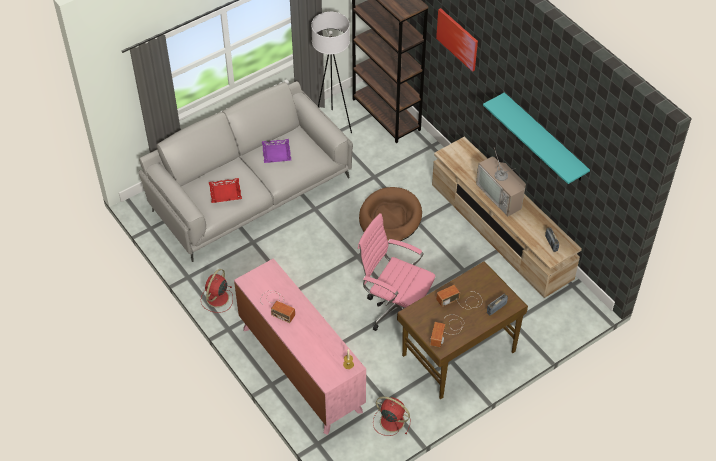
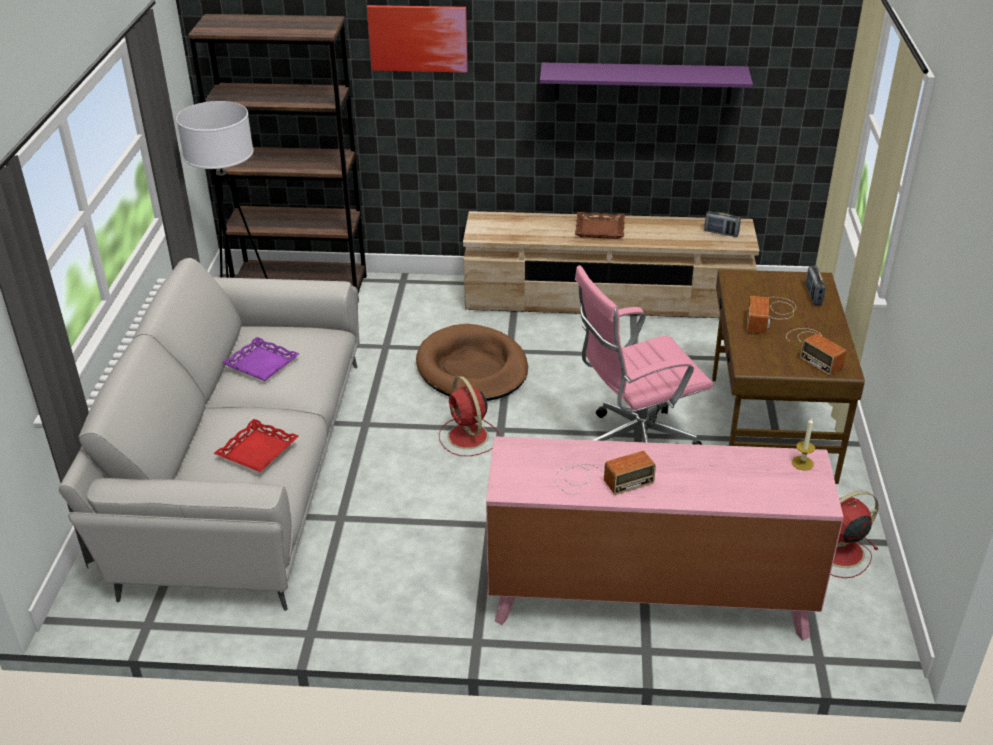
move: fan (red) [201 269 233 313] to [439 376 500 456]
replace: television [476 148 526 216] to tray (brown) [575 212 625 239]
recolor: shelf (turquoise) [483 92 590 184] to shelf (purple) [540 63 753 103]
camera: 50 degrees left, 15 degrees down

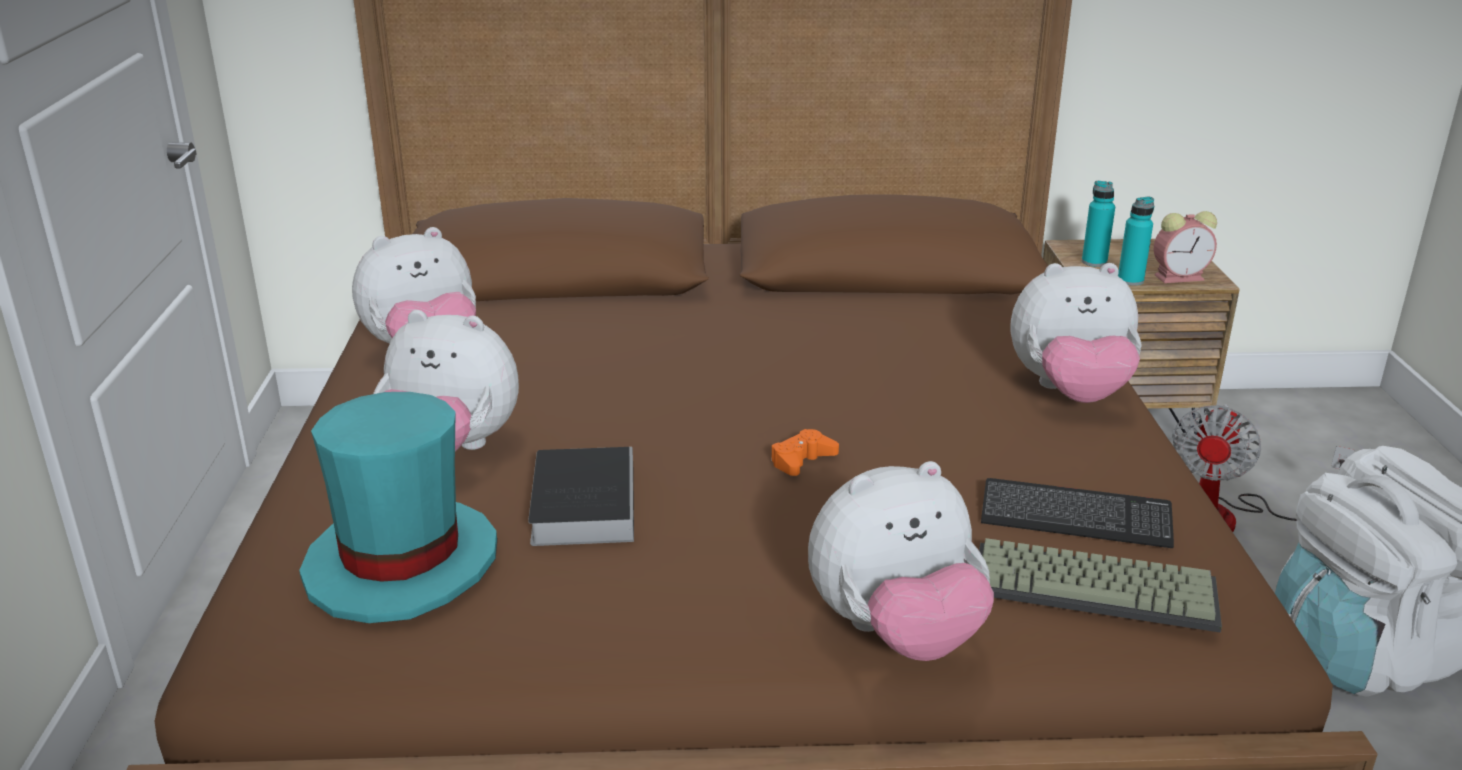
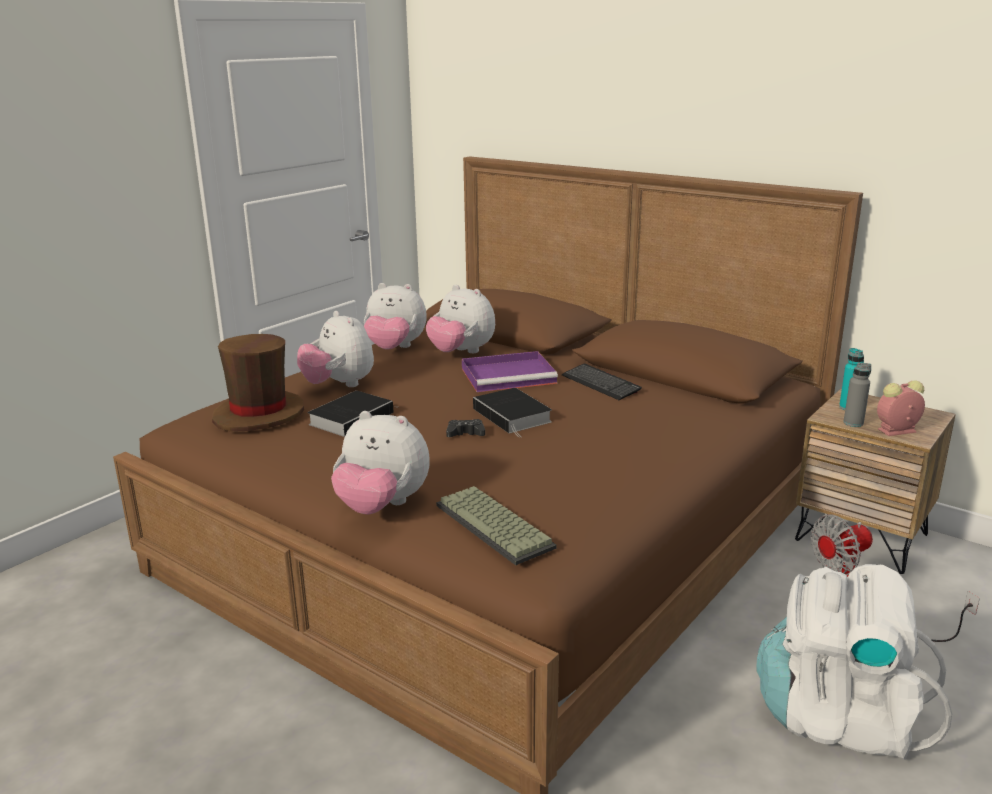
insert: tray (purple) [462 351 558 392]; book [473 388 552 438]
move: plush toy [1010 263 1142 403] to [426 285 495 353]; keyboard [981 478 1174 548] to [562 364 642 400]
recolor: bottle (turquoise) [1118 197 1154 286] to bottle (grey) [843 362 871 427]; hat (turquoise) [299 392 498 624] to hat (brown) [212 334 304 432]; game controller (orange) [771 429 839 476] to game controller (black) [446 419 485 437]
rotate: alarm clock [1154 211 1217 283] = [877 380 925 436] 135 degrees clockwise
camera: 40 degrees right, 5 degrees down

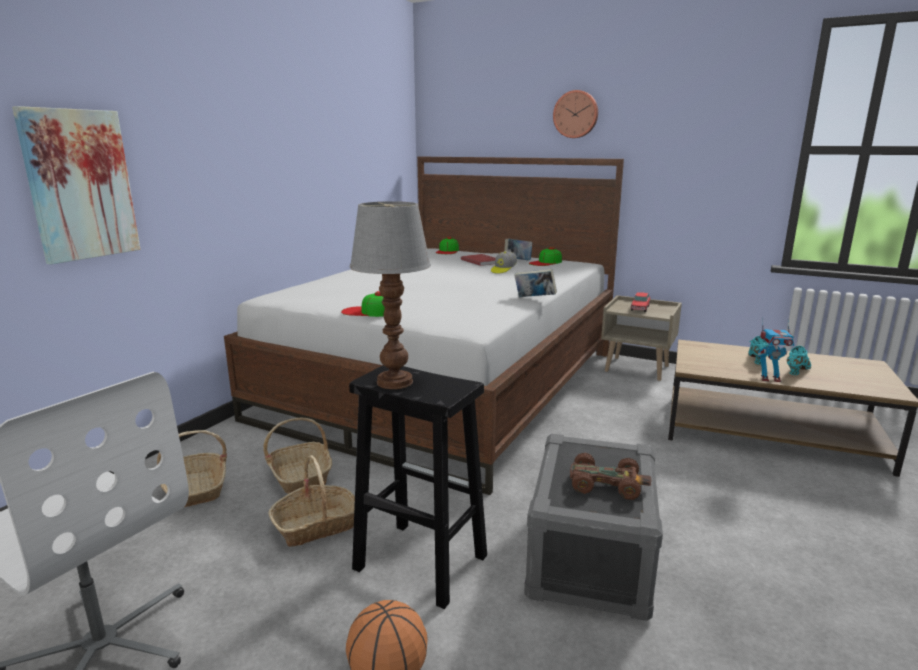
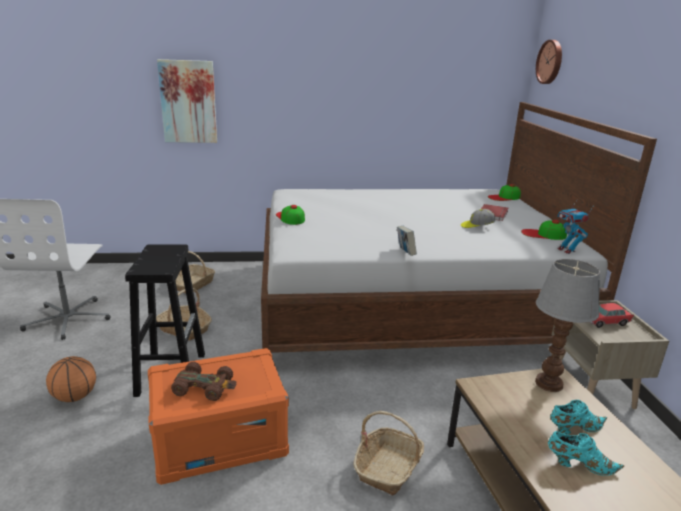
delete: book [504 238 532 260]
move: wall clock [553 90 598 138] to [536 40 562 84]; table lamp [350 201 431 389] to [535 259 600 392]; toy robot [758 318 794 382] to [557 199 594 254]; basket [263 418 332 494] to [354 411 424 495]
recolor: storage box (grey) [524 434 663 621] to storage box (orange) [148 348 289 485]
rotate: toy car (brown) [570 453 652 500] = [171 362 237 401] 60 degrees counterclockwise
camera: 55 degrees right, 5 degrees up

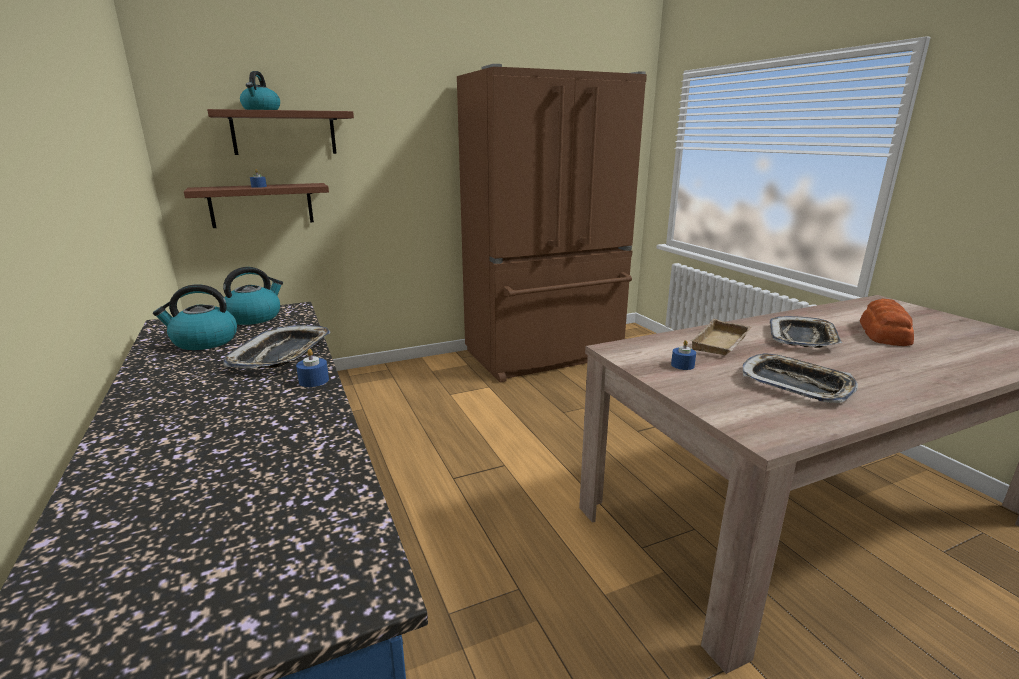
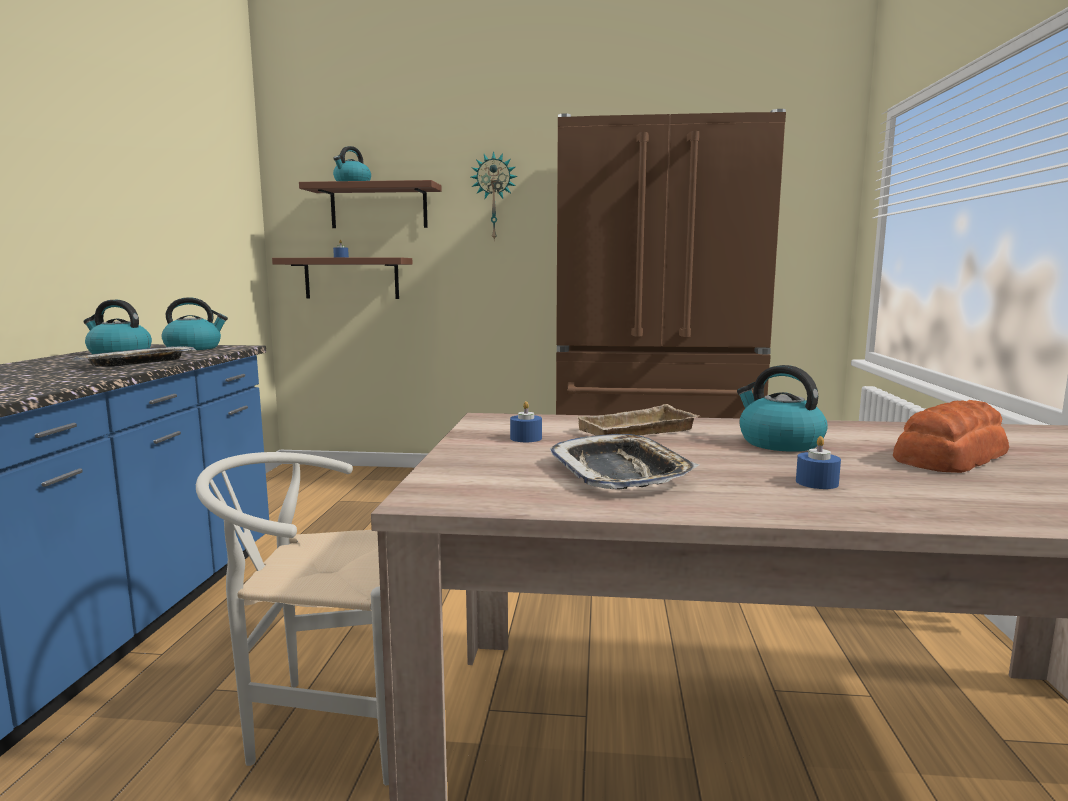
insert: wall clock [471 151 518 241]; chair (white) [196 452 389 785]
move: candle (blue) [296 349 329 387] to [796 436 841 489]
replace: tray [770 316 842 348] to kettle [737 365 828 452]
camera: 30 degrees right, 10 degrees down

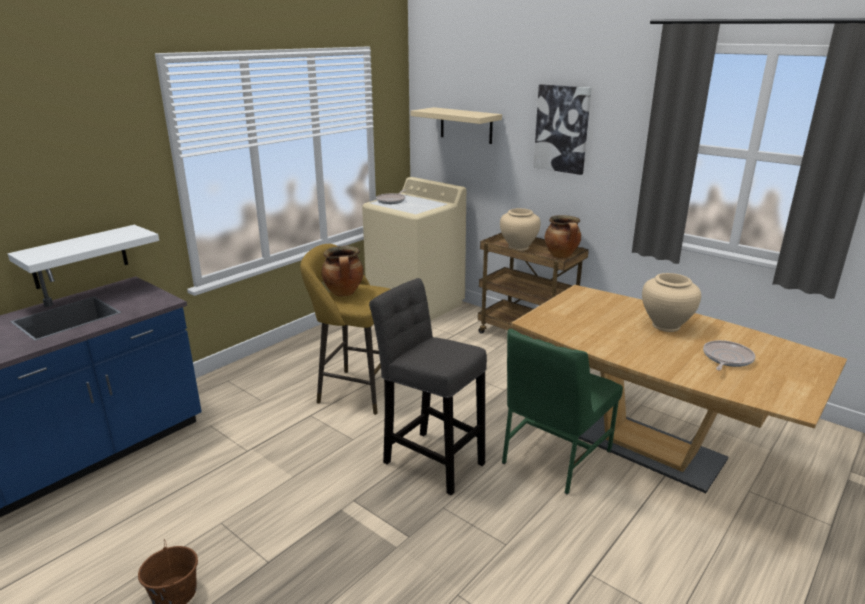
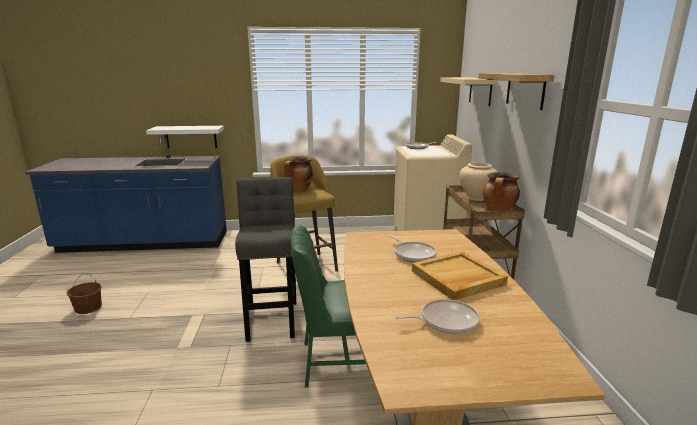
insert: frying pan [389 235 437 262]
replace: picture [533 84 591 175] to shelf [478 73 554 110]; vase (beige) [642 273 701 332] to tray (beige) [412 251 508 300]
camera: 45 degrees right, 5 degrees down

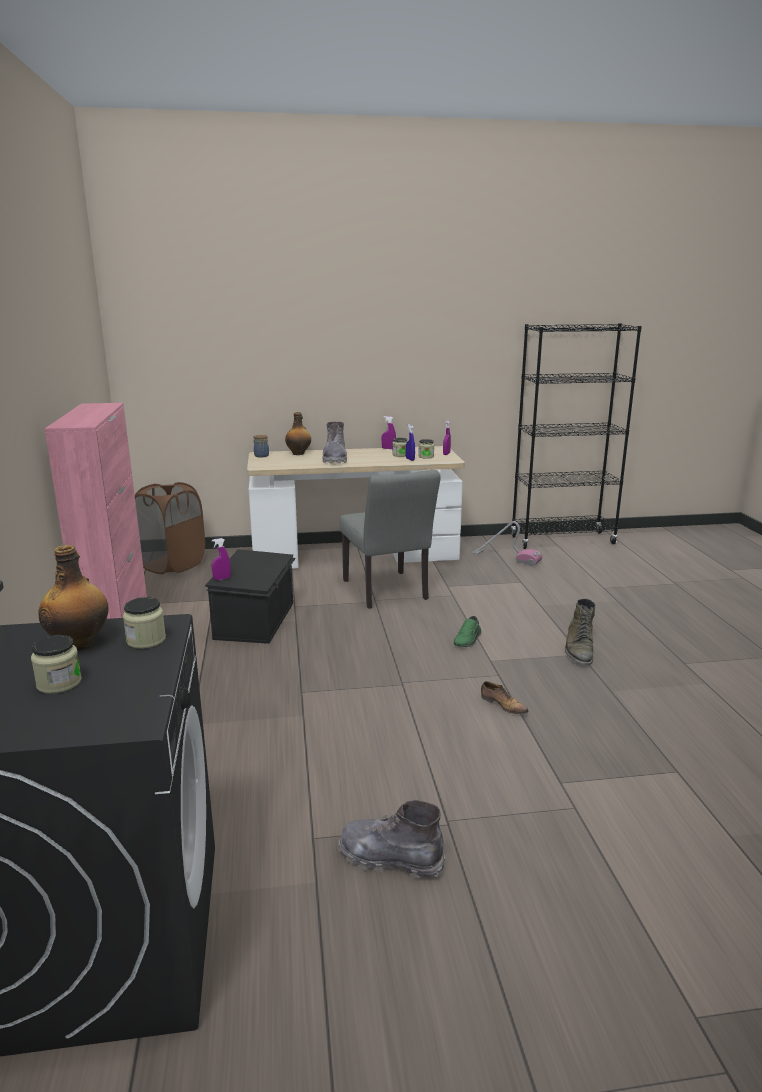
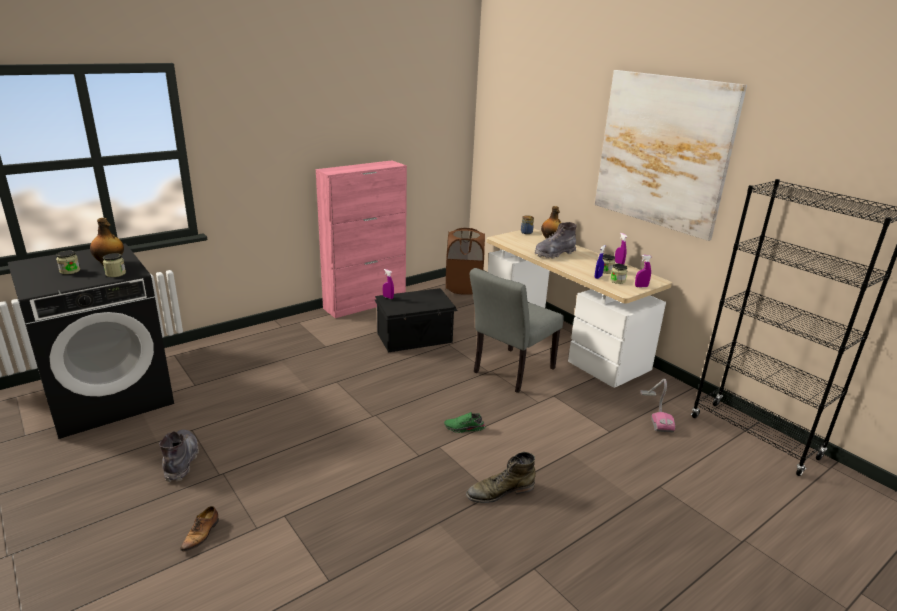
insert: picture [595 70 747 241]
move: shoe [481 681 528 714] to [180 506 219 551]
camera: 60 degrees right, 5 degrees up

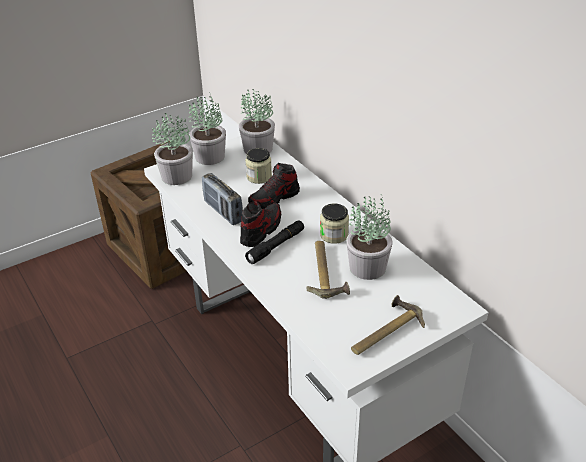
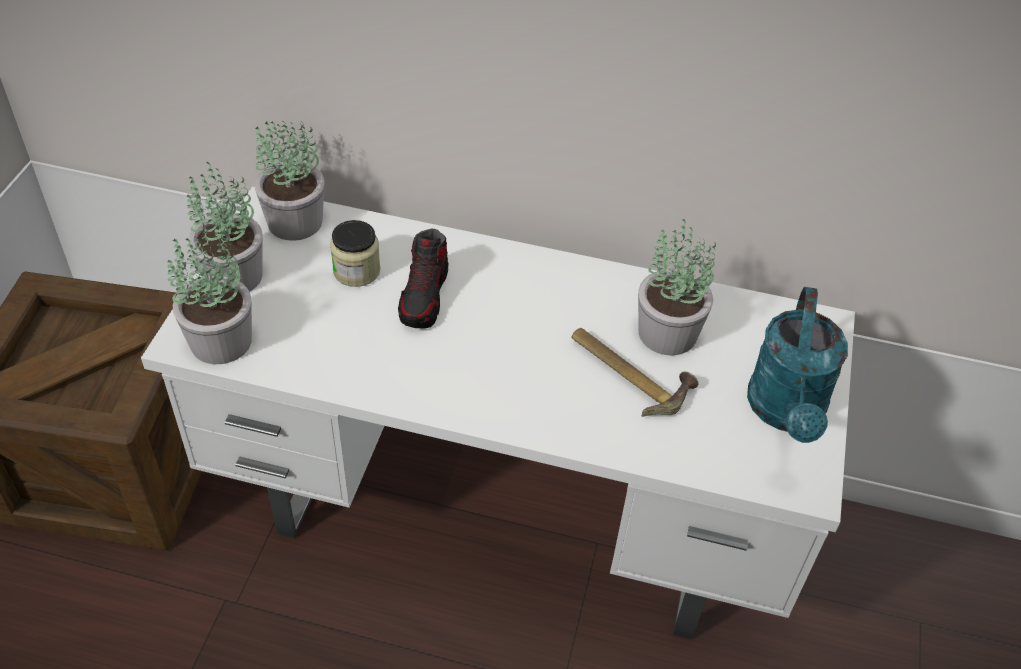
delete: radio [202 173 243 225]; shoe [240 201 281 247]; jar [320 204 349 244]; flashlight (black) [245 220 304 264]
replace: hammer [351 295 425 355] to watering can (turquoise) [747 287 848 443]
camera: 45 degrees left, 10 degrees up

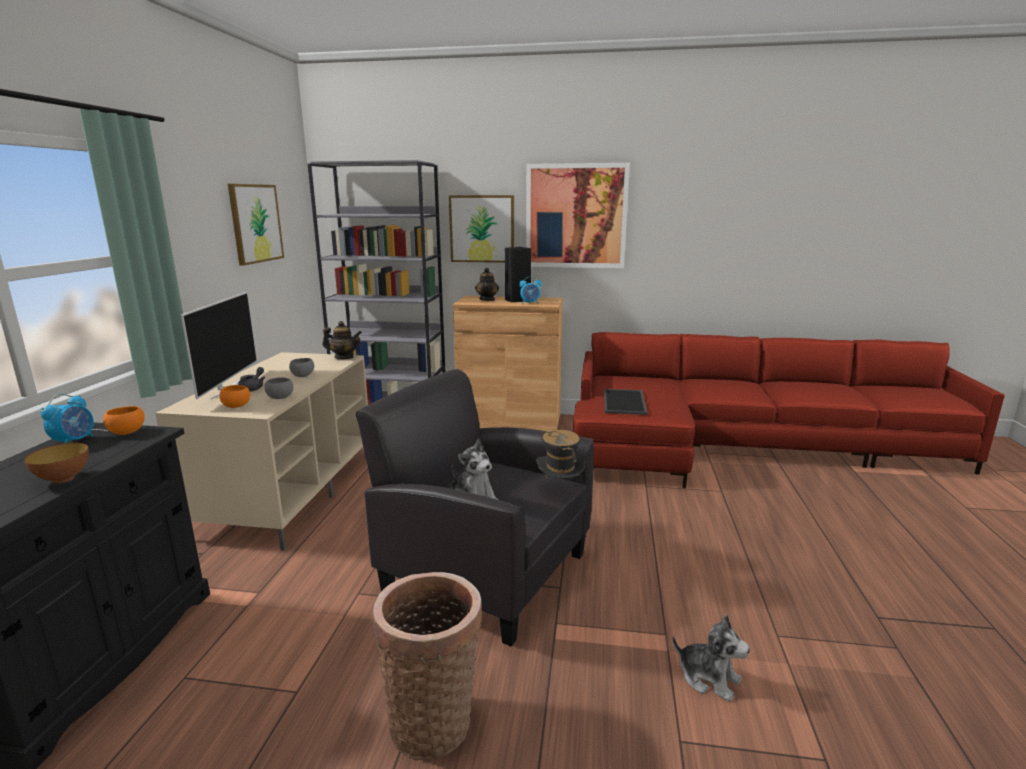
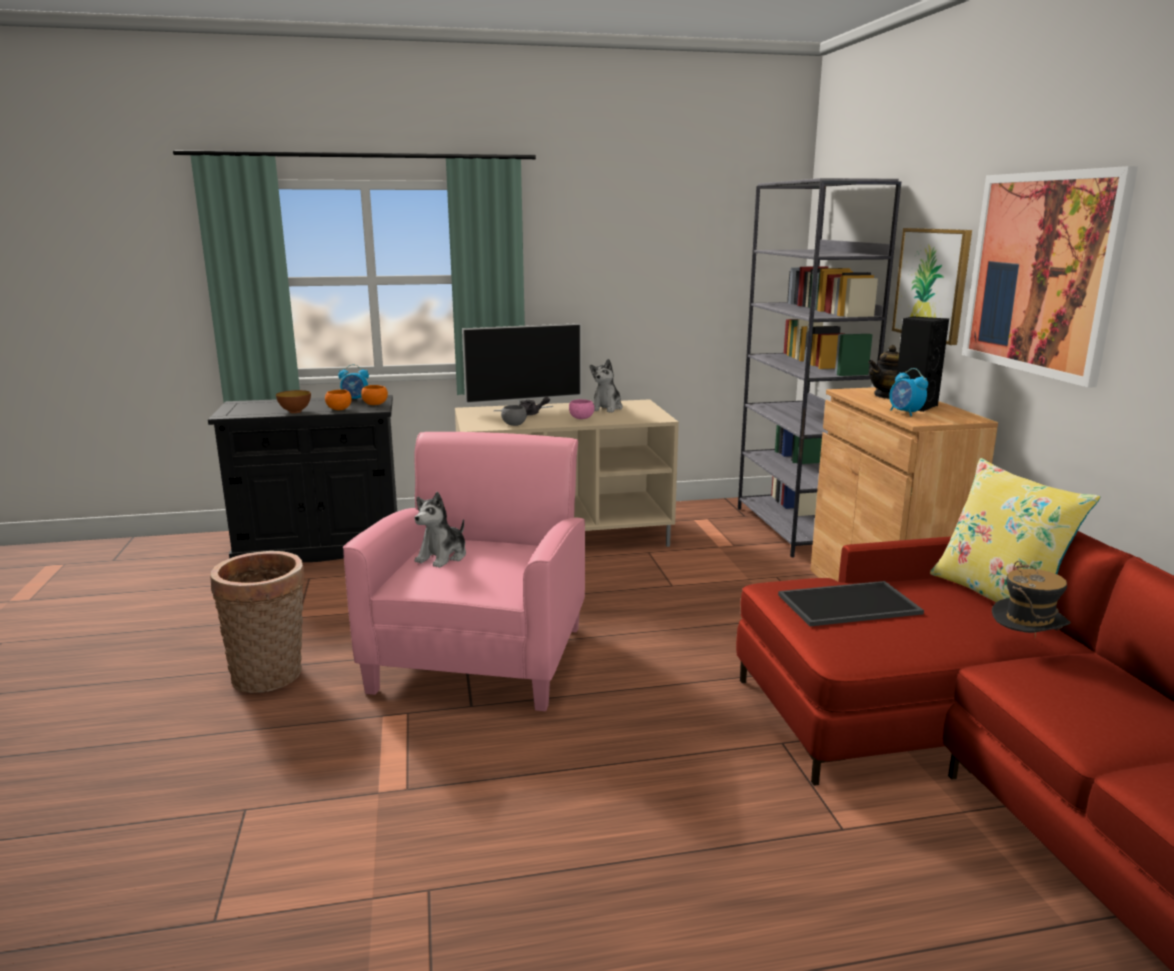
delete: picture [228 184 284 266]; teapot [322 321 362 359]
insert: pillow (yellow) [930 458 1100 602]
move: bowl (orange) [219 385 250 408] to [325 389 352 410]; hat [536 430 585 479] to [992 561 1071 637]; plush toy [672 614 750 702] to [590 359 623 413]
recolor: bowl (grey) [289 358 314 377] to bowl (pink) [569 399 595 419]; armchair (black) [356 369 594 646] to armchair (pink) [343 432 585 711]
camera: 70 degrees right, 0 degrees up

